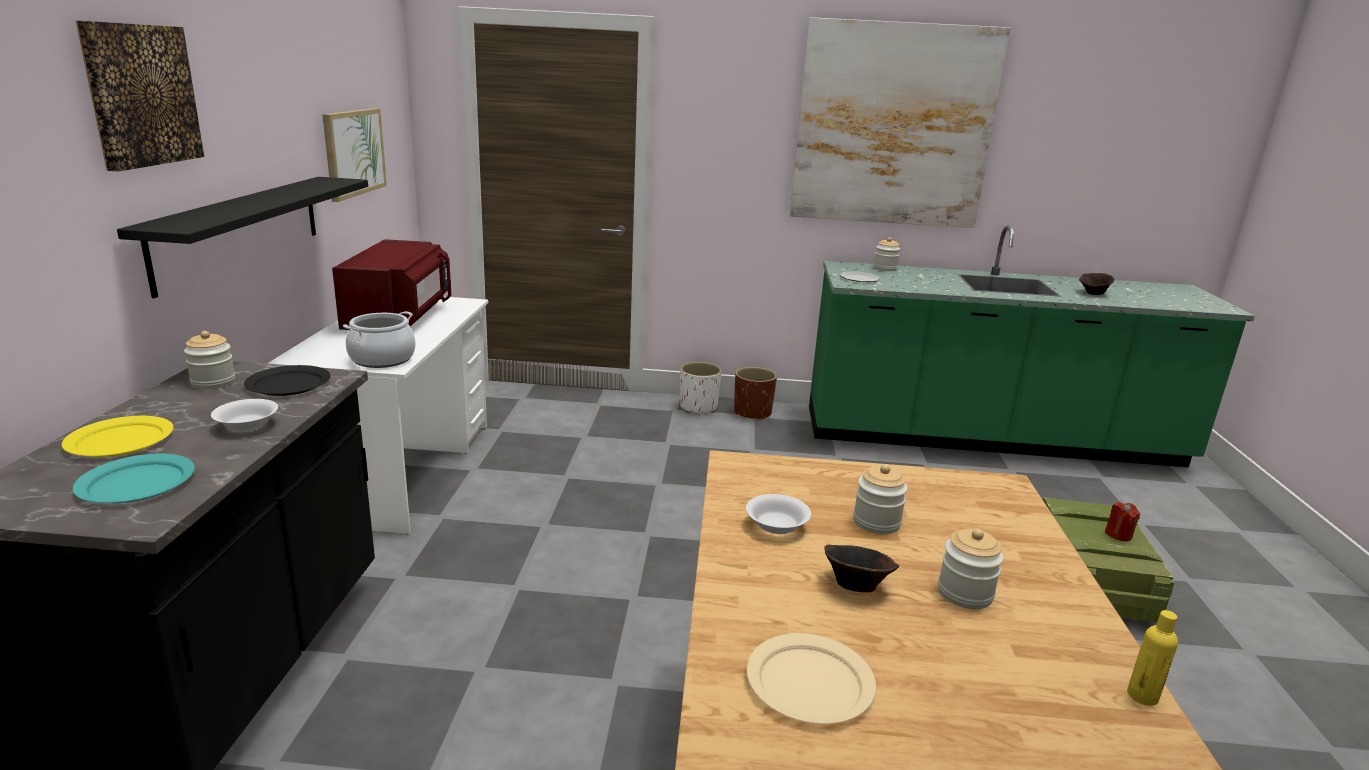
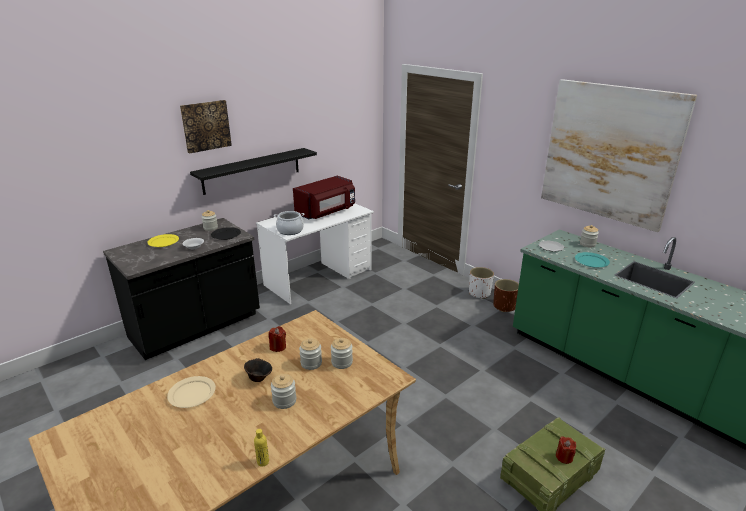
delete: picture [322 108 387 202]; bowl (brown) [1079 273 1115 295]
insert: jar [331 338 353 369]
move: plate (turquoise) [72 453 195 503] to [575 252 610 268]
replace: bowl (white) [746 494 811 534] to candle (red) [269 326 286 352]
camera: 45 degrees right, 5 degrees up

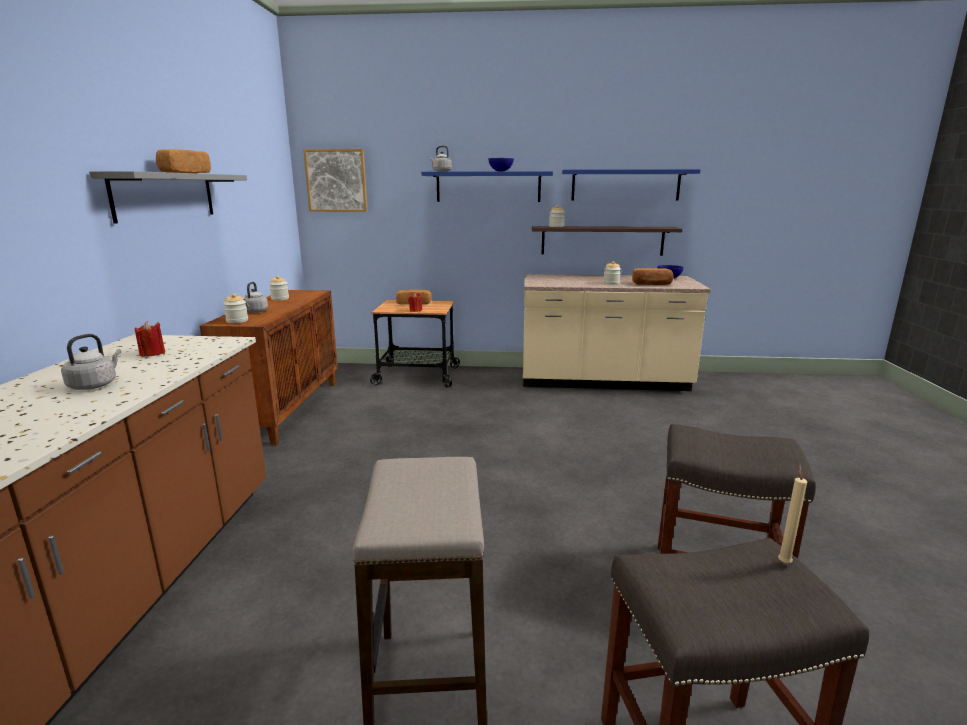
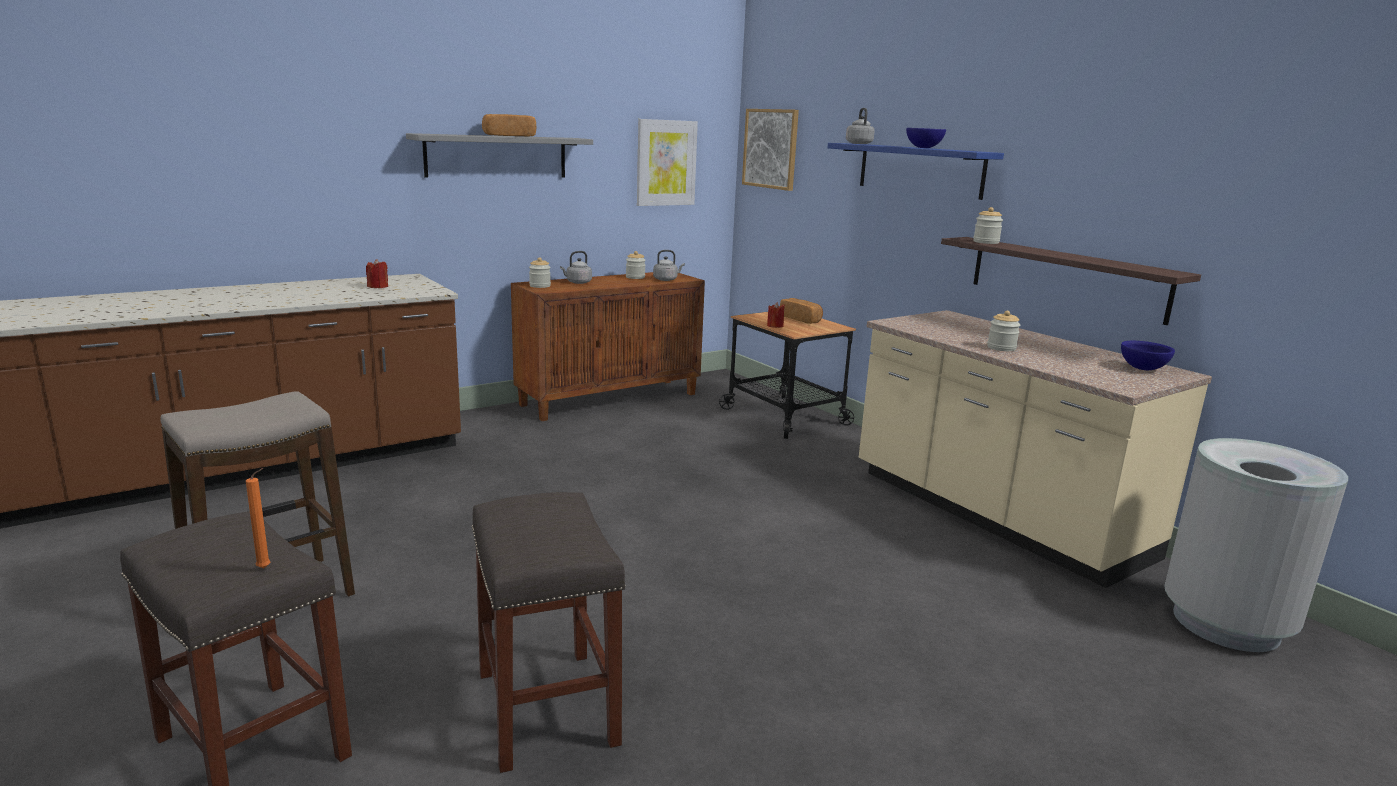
delete: shelf (blue) [562 169 701 201]; bread [632 268 673 285]
insert: picture [637 119 698 206]; trash can (grey) [1164 438 1348 652]
move: kettle (grey) [61 334 121 390] to [653 250 685 281]
recolor: candle (beige) [778 465 807 563] to candle (orange) [246 468 271 568]
camera: 50 degrees right, 0 degrees up

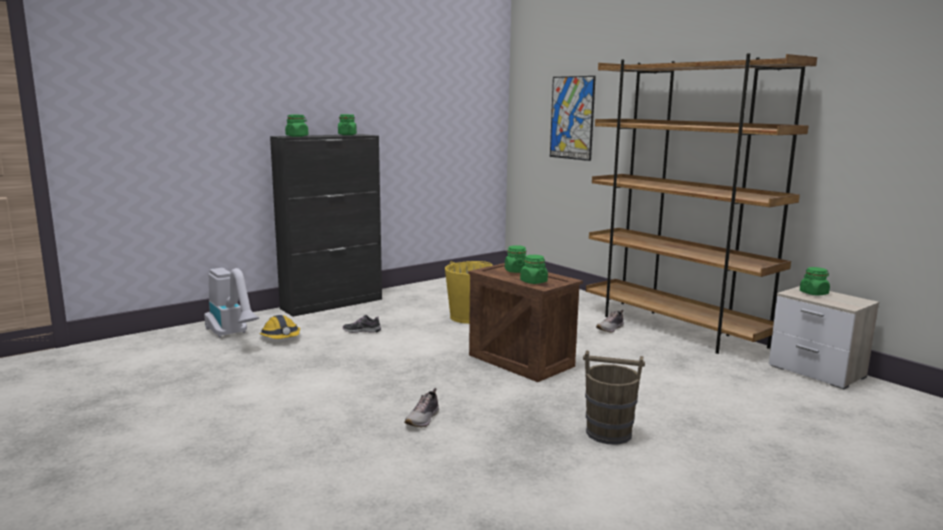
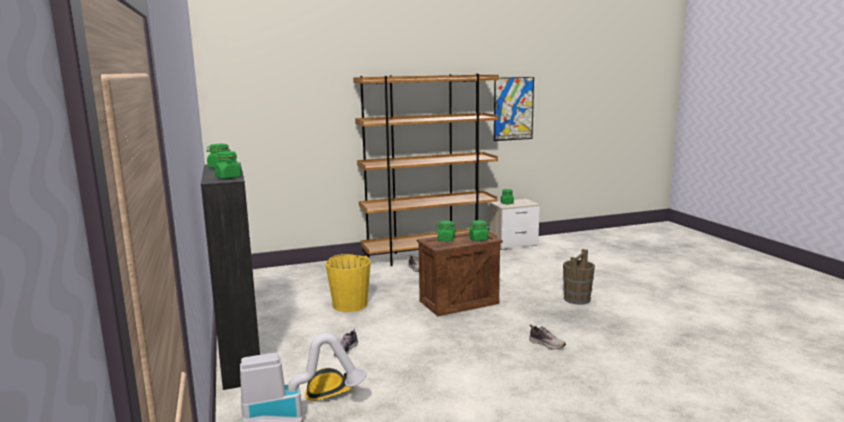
move: picture [550 76 596 161] to [494 77 534 141]
camera: 70 degrees left, 0 degrees up

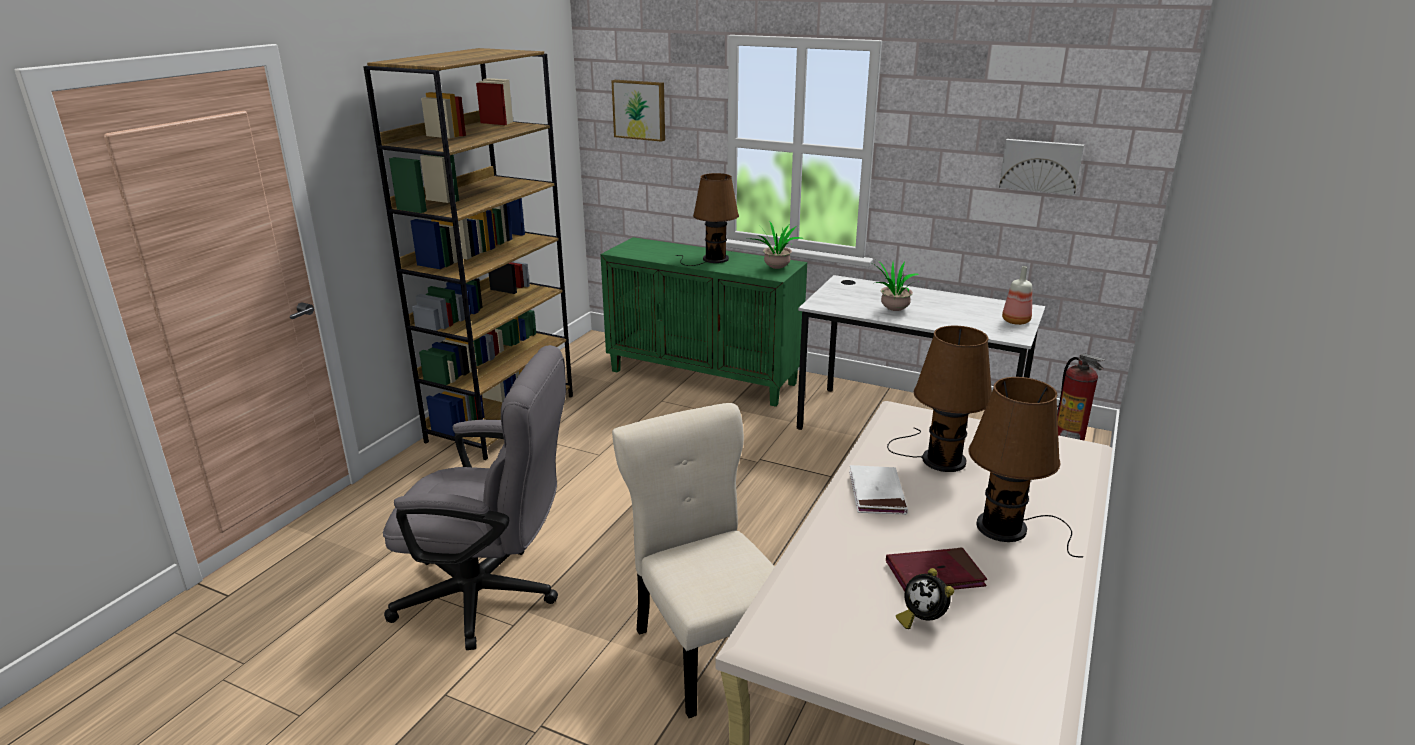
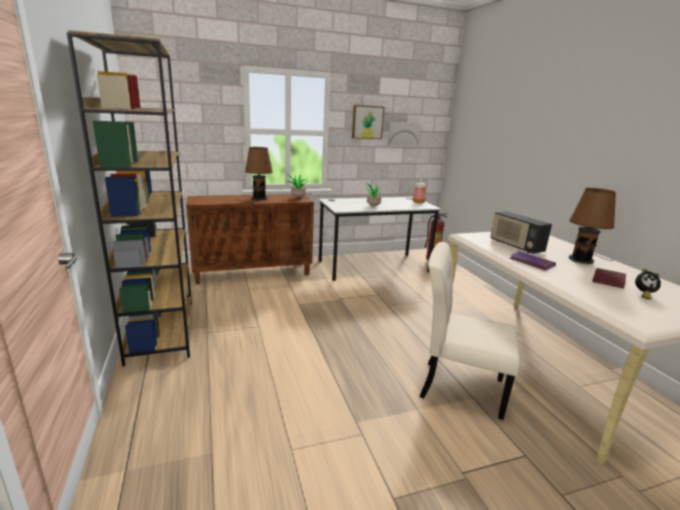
delete: office chair (grey) [383 345 566 650]
move: picture [611 80 665 142] to [352 105 385 139]
replace: table lamp (brown) [887 326 992 472] to radio [490 211 552 254]
recolor: cabinet (green) [600 237 807 407] to cabinet (brown) [186 194 314 284]; book (white) [849 465 908 515] to book (purple) [509 251 556 271]
camera: 45 degrees left, 5 degrees down

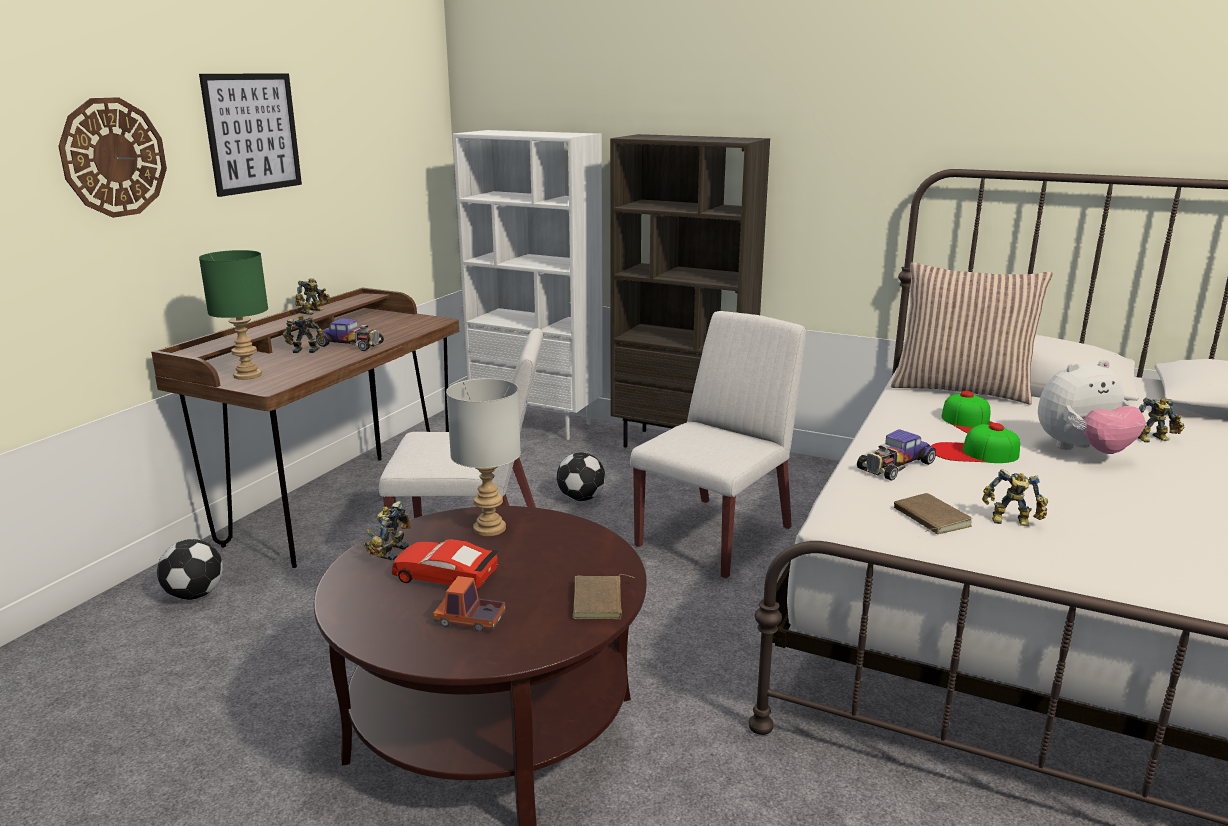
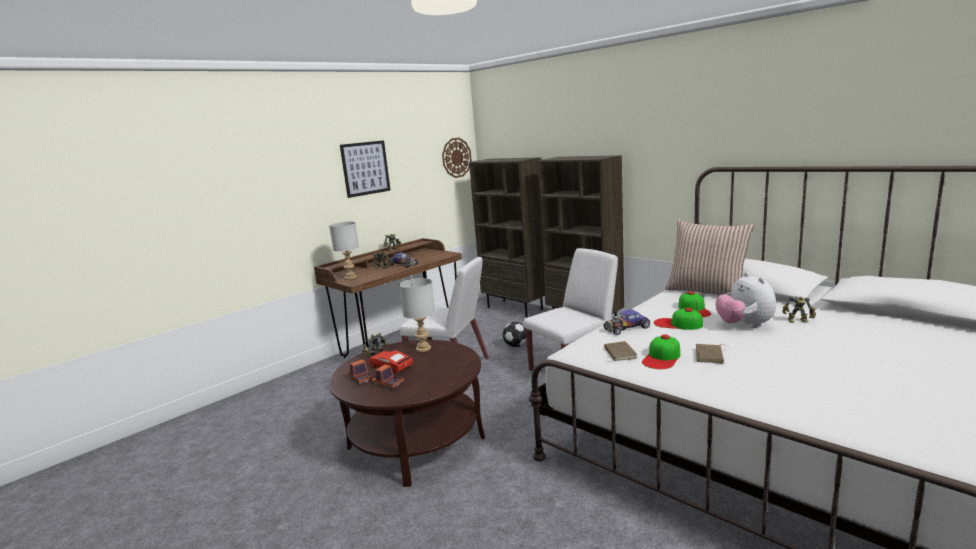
delete: football [157 539 223 600]
insert: toy truck [348 359 374 384]
move: wall clock [58 97 167 218] to [442 138 472 178]; book (brown) [573 574 635 619] to [696 344 727 363]
replace: toy robot [982 469 1048 526] to cap [642 334 680 369]
recolor: bookcase (white) [453 130 603 440] to bookcase (brown) [469 157 545 317]; table lamp (green) [199 250 268 380] to table lamp (grey) [329 222 359 280]
rotate: plush toy [1038 359 1146 454] = [716 272 776 328] 75 degrees clockwise
camera: 20 degrees right, 5 degrees down

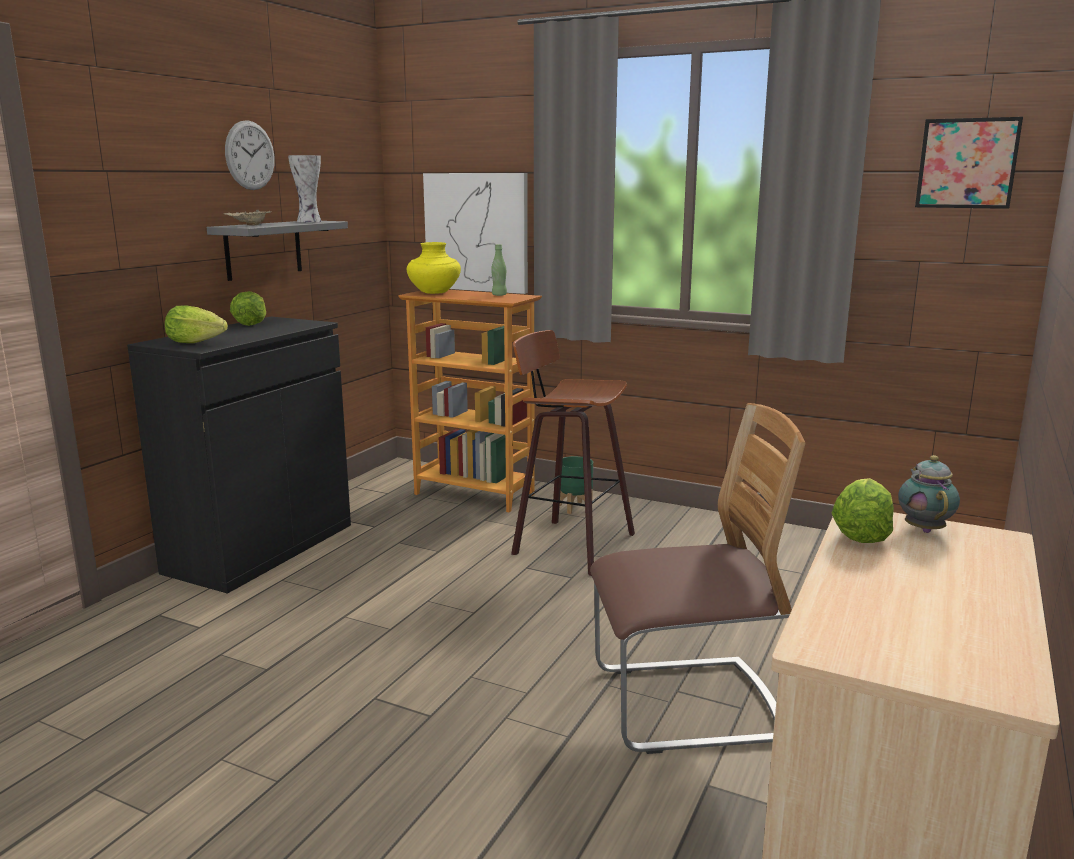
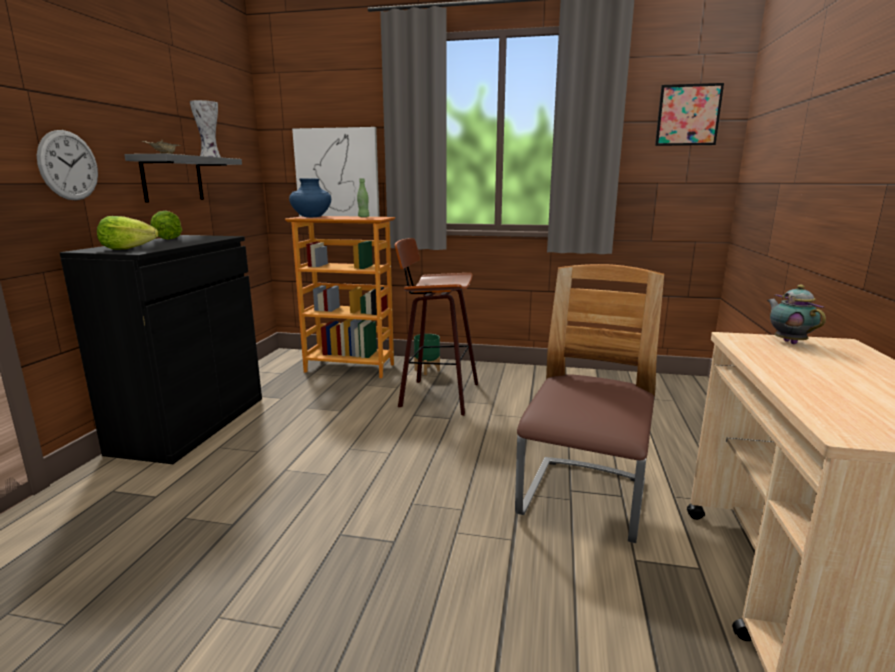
delete: lettuce [832 478 894 543]
move: wall clock [225 120 275 190] to [37 130 98 201]
recolor: vase (yellow) [407 242 461 294] to vase (blue) [289 178 331 217]
rotate: chair [590 403 806 754] = [515 264 664 543] 45 degrees counterclockwise
camera: 15 degrees left, 0 degrees up

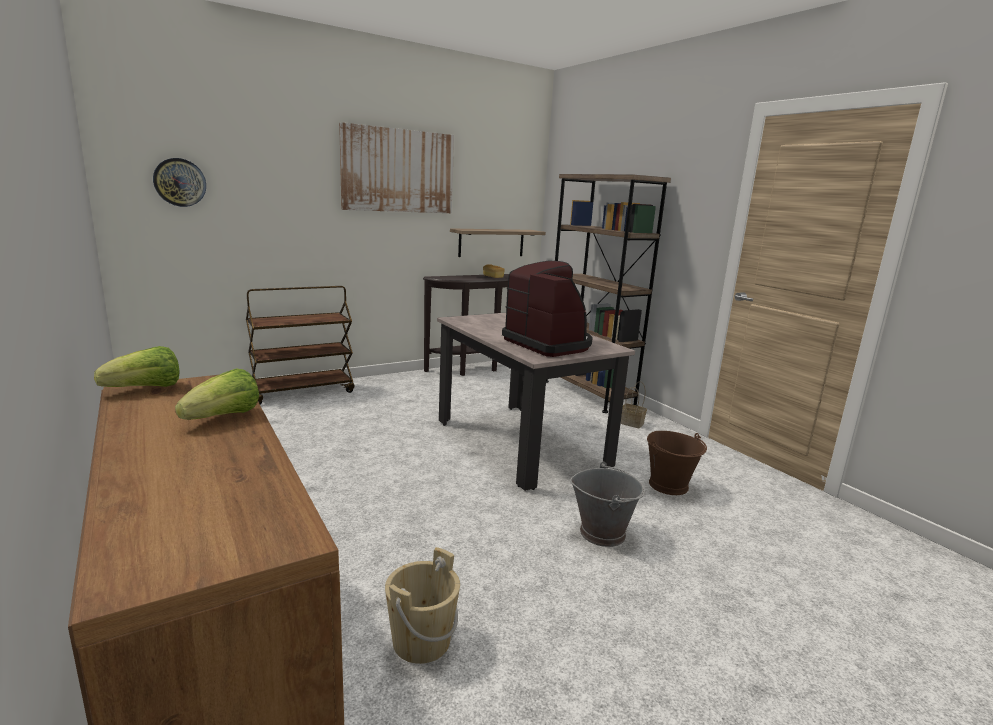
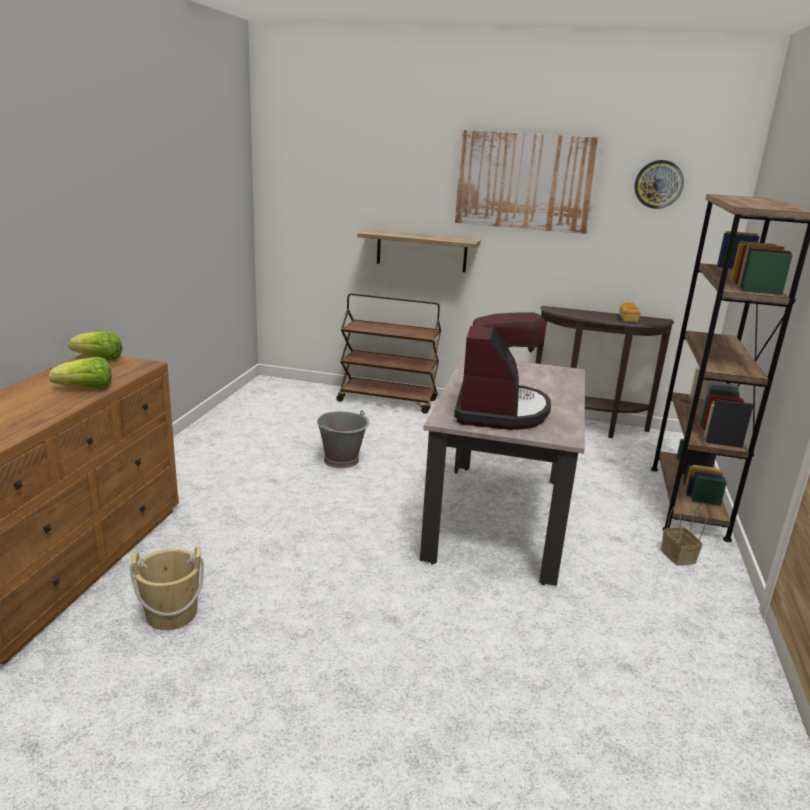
delete: bucket (brown) [647 431 707 495]
move: wall clock [153 158 206 207] to [634 160 684 209]; shelf [450 228 546 257] to [357 229 481 272]; bucket (grey) [570 462 645 547] to [317 410 370 468]
camera: 45 degrees right, 5 degrees up

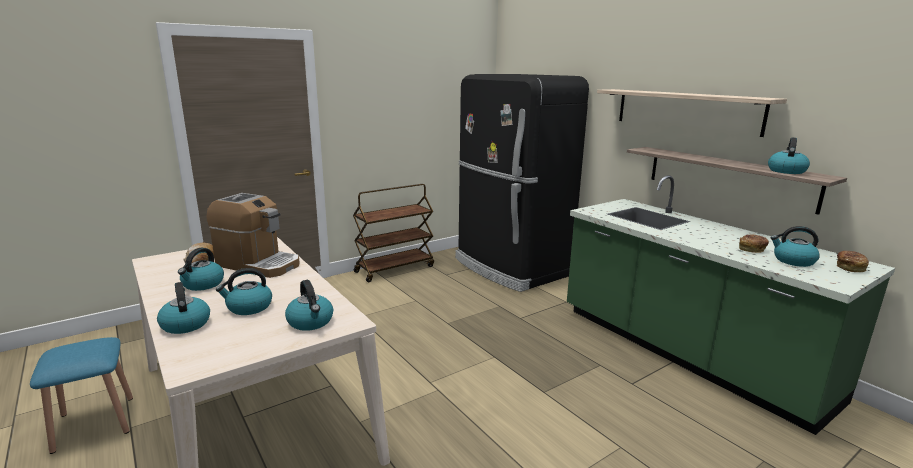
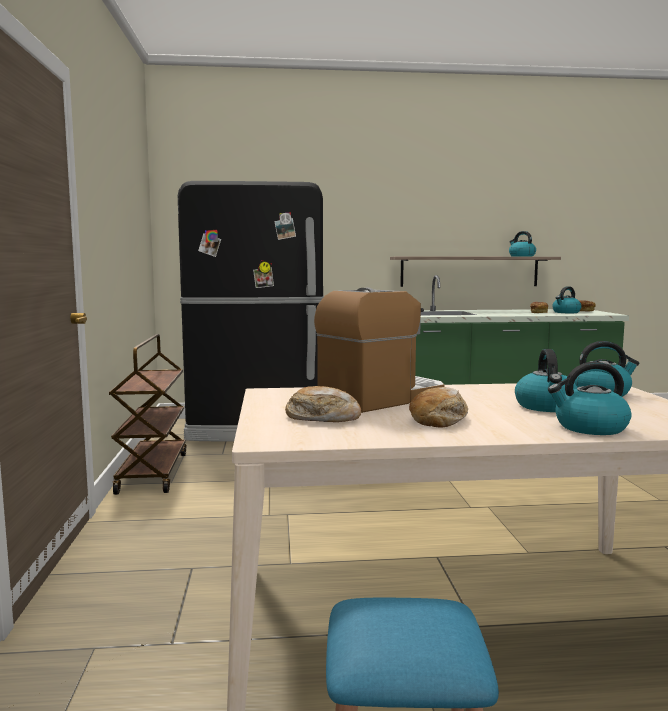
delete: shelf [597 89 787 137]
replace: kettle [178 248 224 291] to bread [409 387 468 428]
camera: 60 degrees left, 10 degrees down

